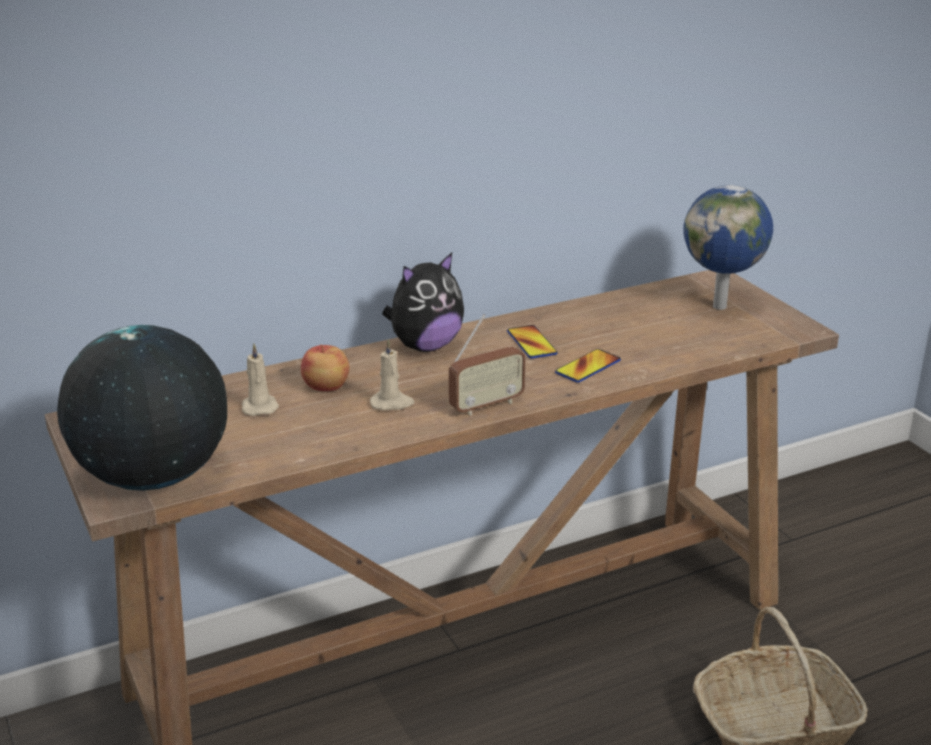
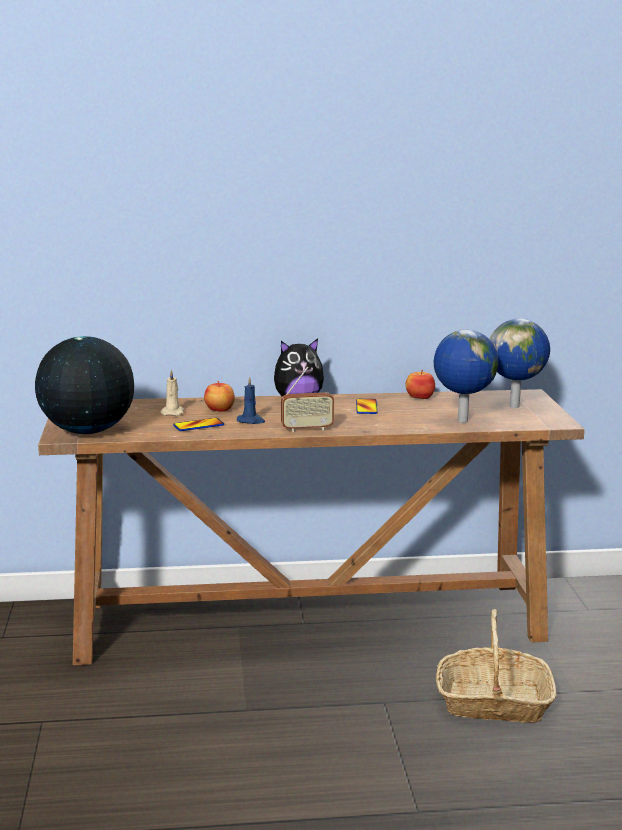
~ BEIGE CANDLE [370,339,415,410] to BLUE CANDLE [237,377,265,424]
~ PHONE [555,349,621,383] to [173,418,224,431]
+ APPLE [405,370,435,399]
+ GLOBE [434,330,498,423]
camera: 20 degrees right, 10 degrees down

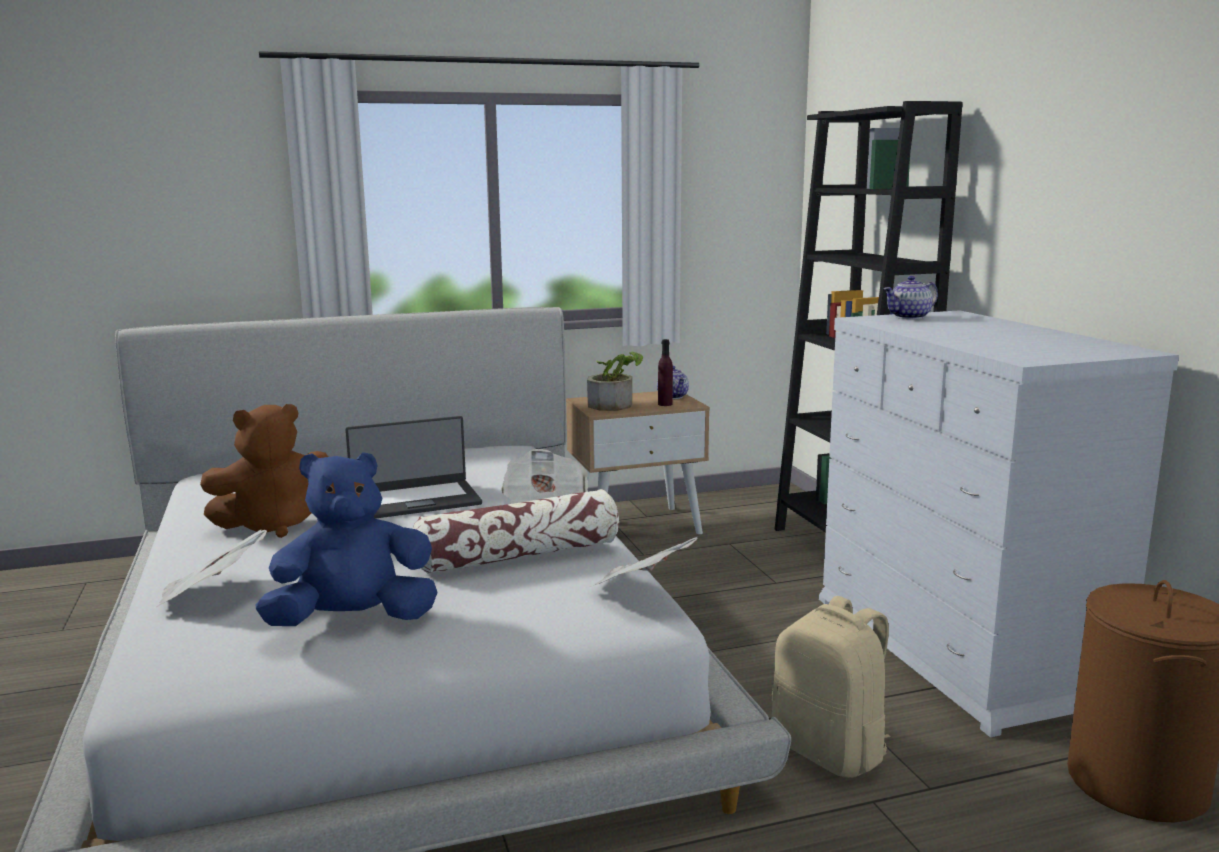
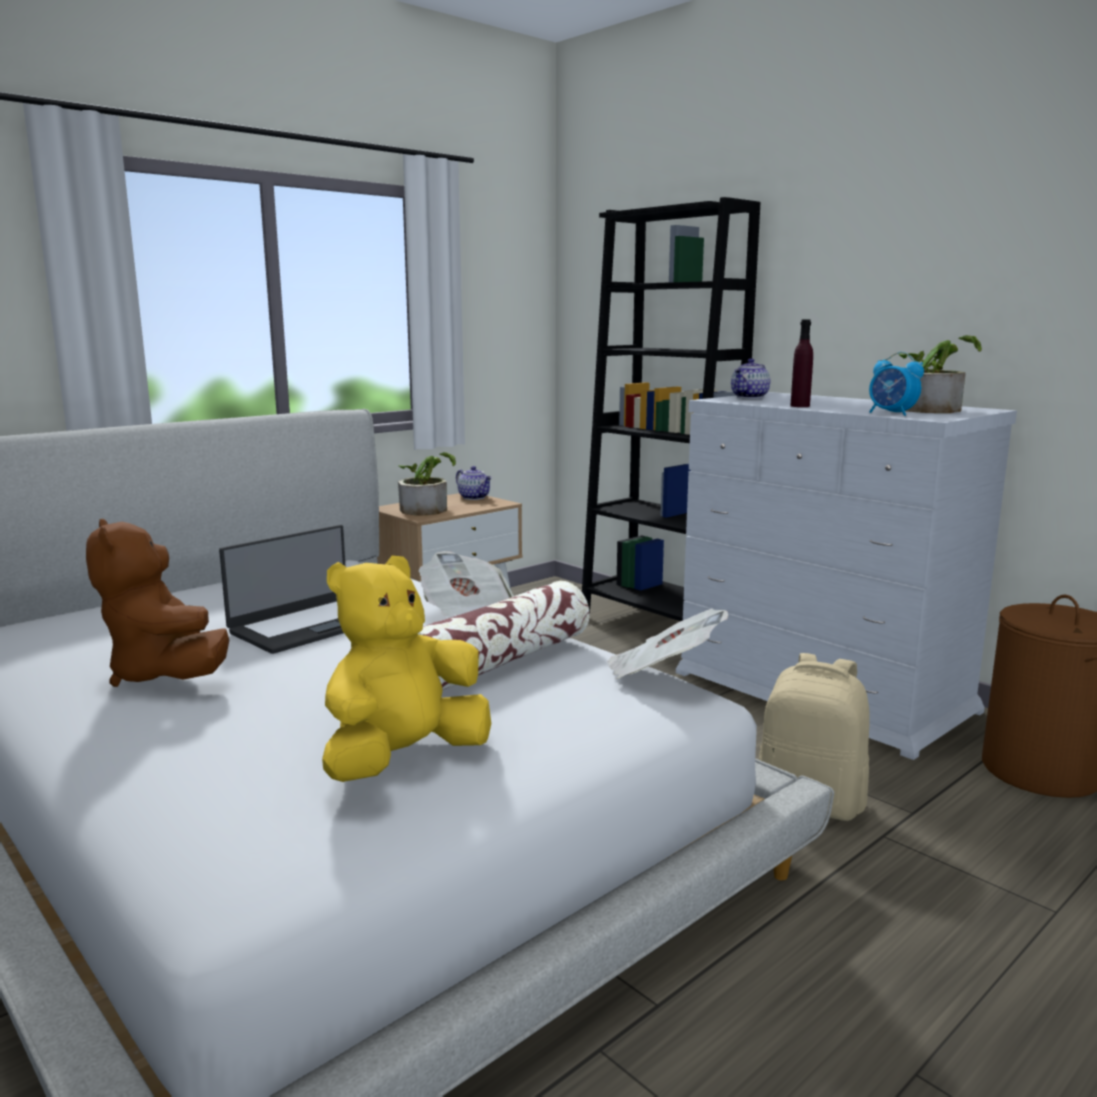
- NEWSPAPER [157,529,267,607]
~ BROWN PLUSH TOY [200,404,328,538] = [86,519,229,687] 105 degrees clockwise
~ BLUE PLUSH TOY [256,452,438,626] to YELLOW PLUSH TOY [322,556,491,782]
~ PURPLE BOTTLE [658,339,673,406] to [790,319,813,407]
+ ALARM CLOCK [869,352,924,416]
+ POTTED PLANT [899,335,982,413]
camera: 25 degrees left, 0 degrees up

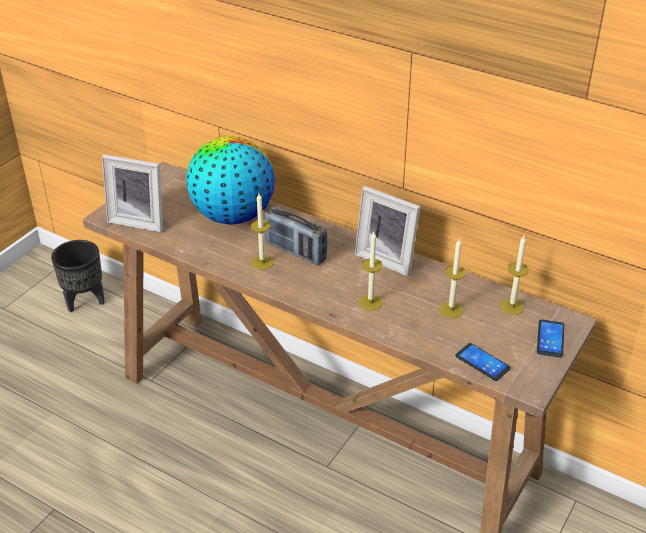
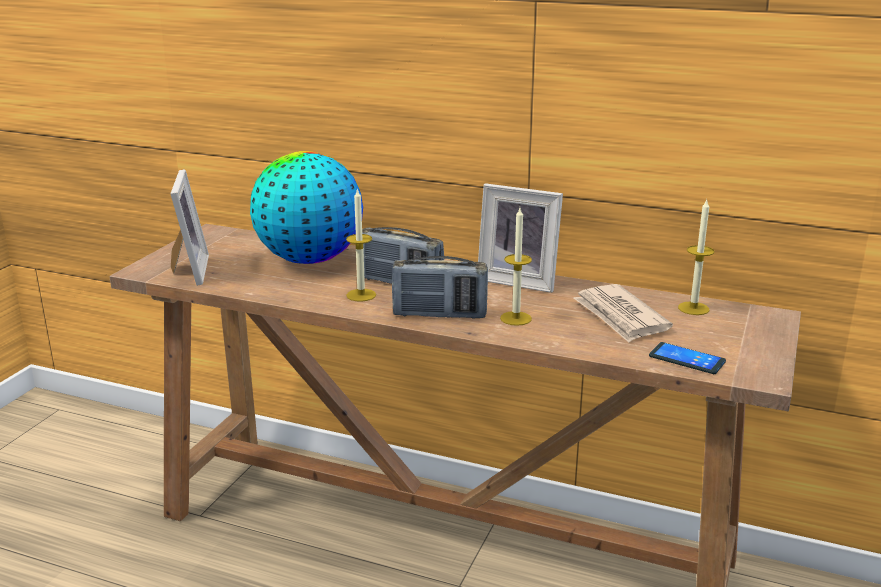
- BLACK PLANTER [51,240,105,312]
~ PICTURE FRAME [102,154,163,232] = [170,169,209,286] 105 degrees counterclockwise
~ CANDLE [439,239,466,318] to NEWSPAPER [574,284,673,342]
- PHONE [537,320,564,358]
+ RADIO [392,256,488,319]
camera: 10 degrees left, 15 degrees down

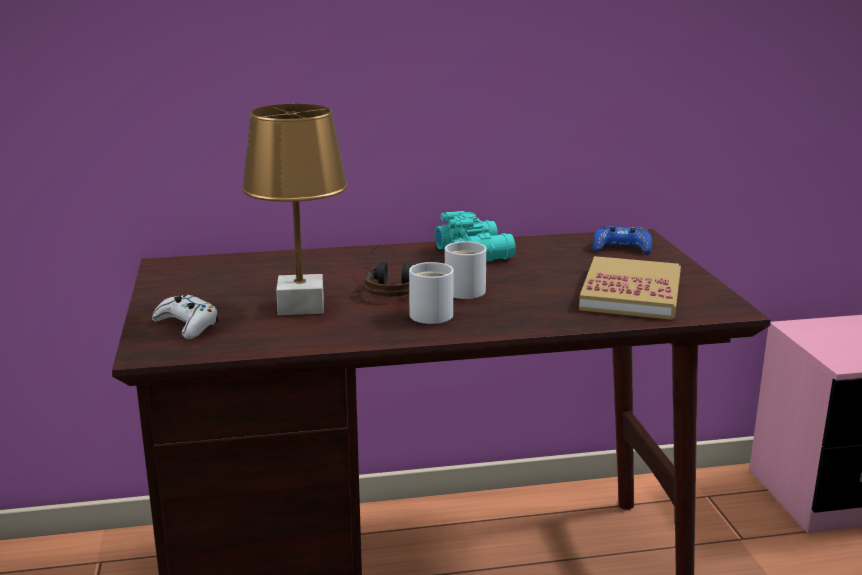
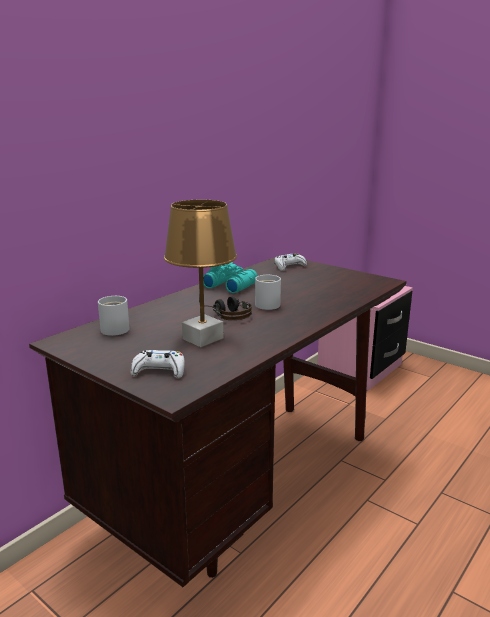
~ WHITE MUG [409,262,454,324] to [98,296,129,336]
- BOOK [579,256,681,320]
~ BLUE GAME CONTROLLER [593,226,652,254] to WHITE GAME CONTROLLER [275,253,307,271]
camera: 40 degrees left, 0 degrees up

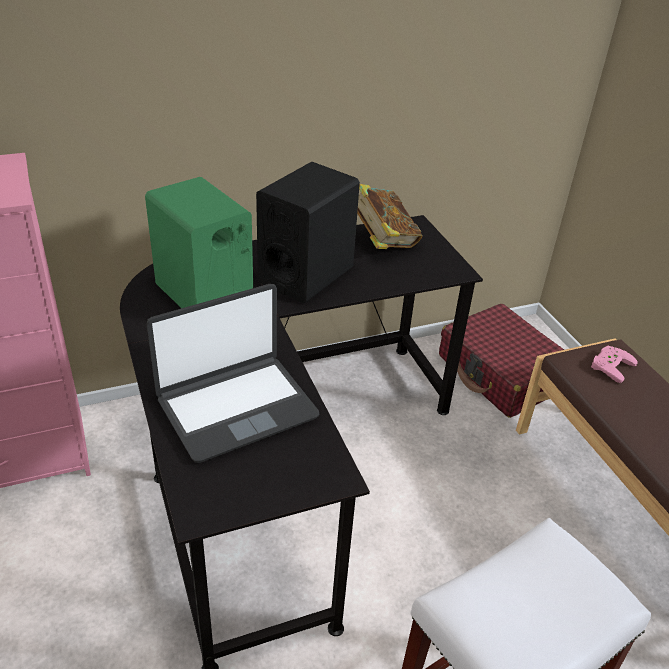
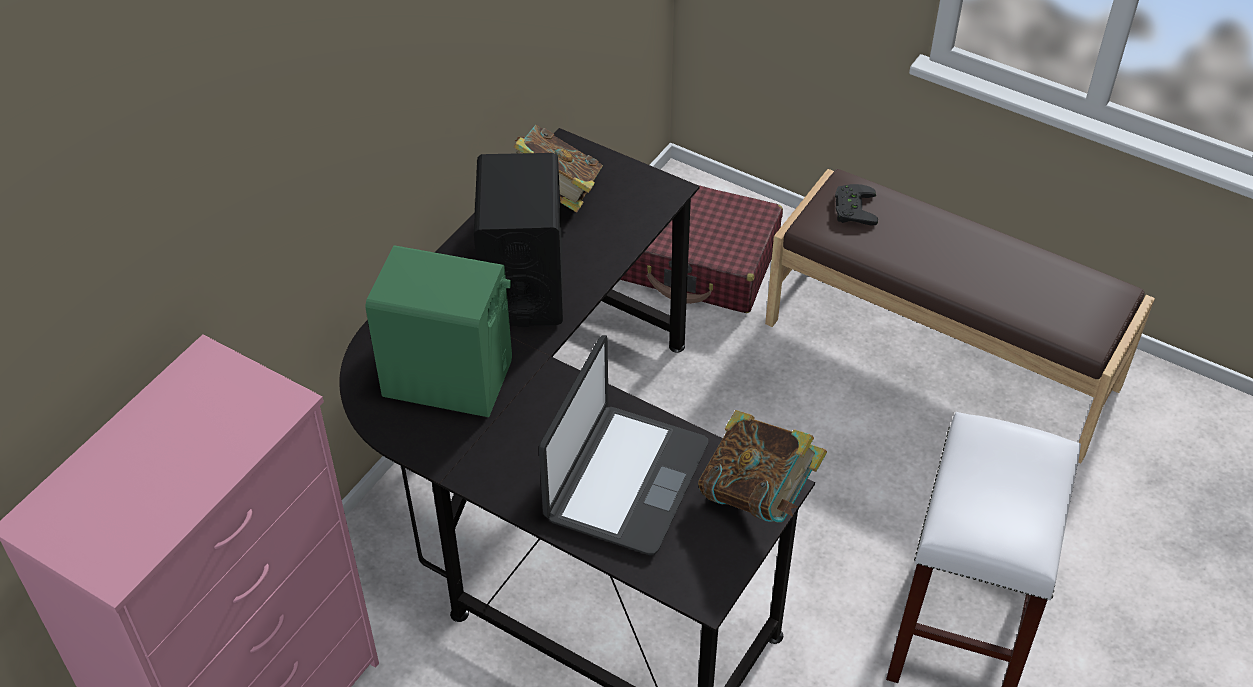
~ PINK GAME CONTROLLER [591,346,638,383] to BLACK GAME CONTROLLER [835,184,878,226]
+ BOOK [698,410,827,523]
camera: 35 degrees left, 10 degrees up

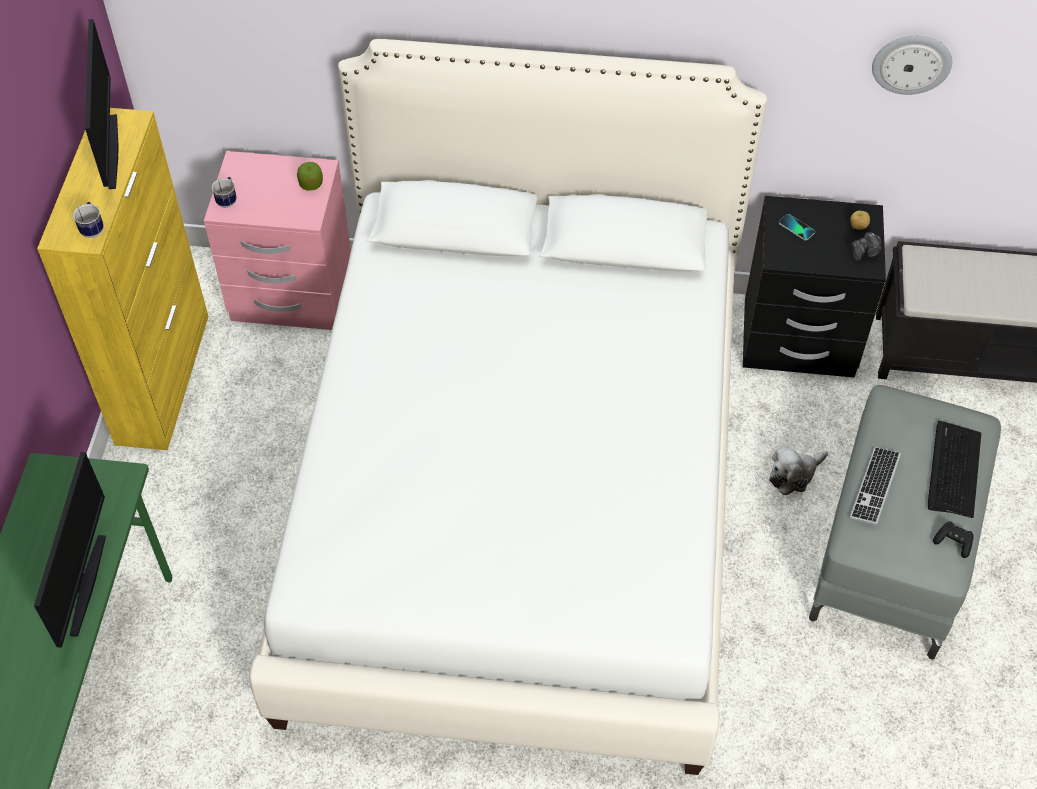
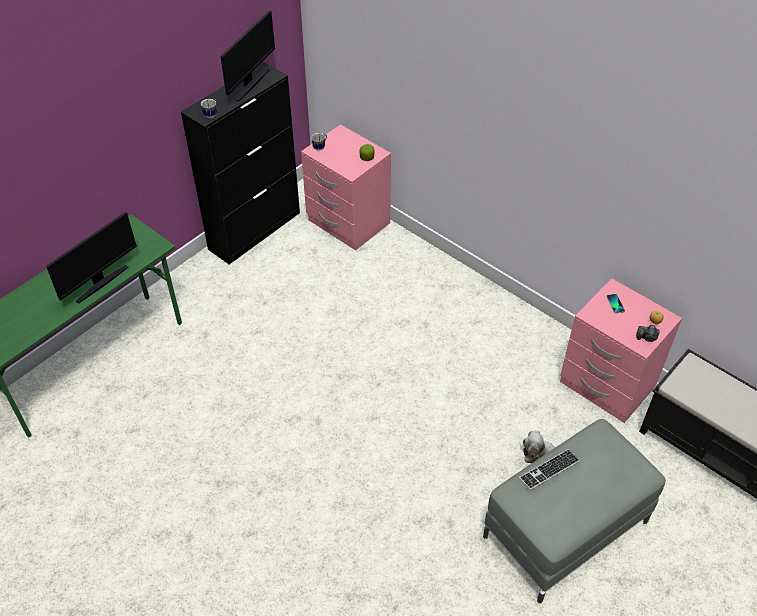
~ YELLOW CABINET [37,108,209,451] to BLACK CABINET [181,62,300,265]
- WHITE BED [249,39,767,775]
~ BLACK NIGHTSTAND [743,196,886,378] to PINK NIGHTSTAND [560,279,682,423]
- WALL CLOCK [872,36,952,95]
- KEYBOARD [928,421,981,518]
- BLACK GAME CONTROLLER [933,522,974,558]
camera: 35 degrees right, 5 degrees down

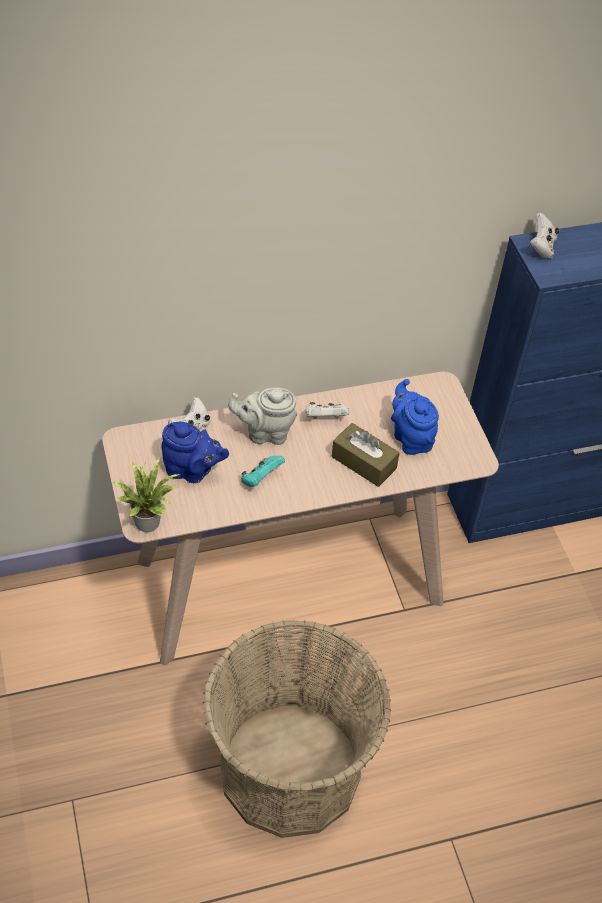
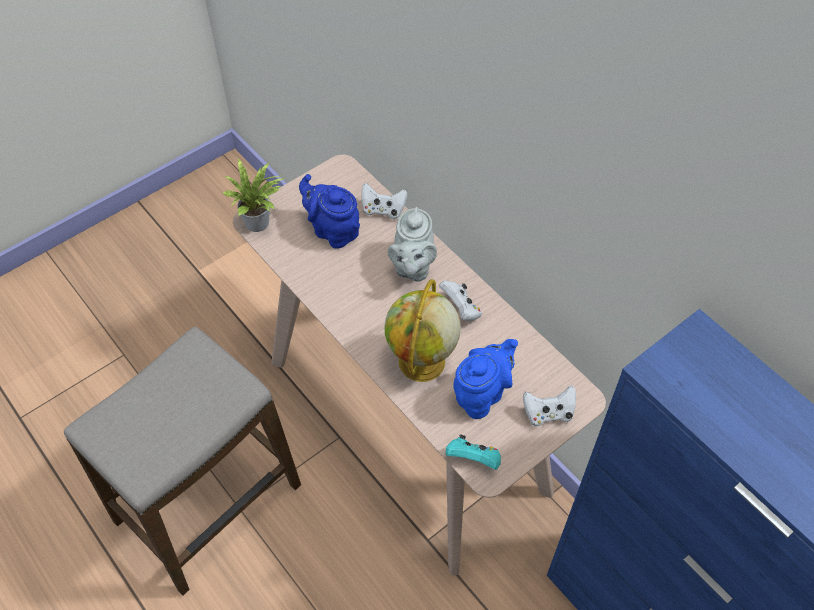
~ BLUE TEAPOT [162,422,229,483] = [299,174,360,249] 135 degrees clockwise
~ BASKET [203,620,392,838] to STOOL [64,327,301,596]
~ GREY TEAPOT [228,388,297,445] = [387,207,437,282] 150 degrees counterclockwise
~ TURQUOISE GAME CONTROLLER [241,456,285,487] to [446,435,501,470]
~ BROWN TISSUE BOX [332,423,400,487] to GLOBE [384,279,461,382]
~ WHITE GAME CONTROLLER [530,212,559,258] to [523,385,576,427]
camera: 70 degrees right, 5 degrees up

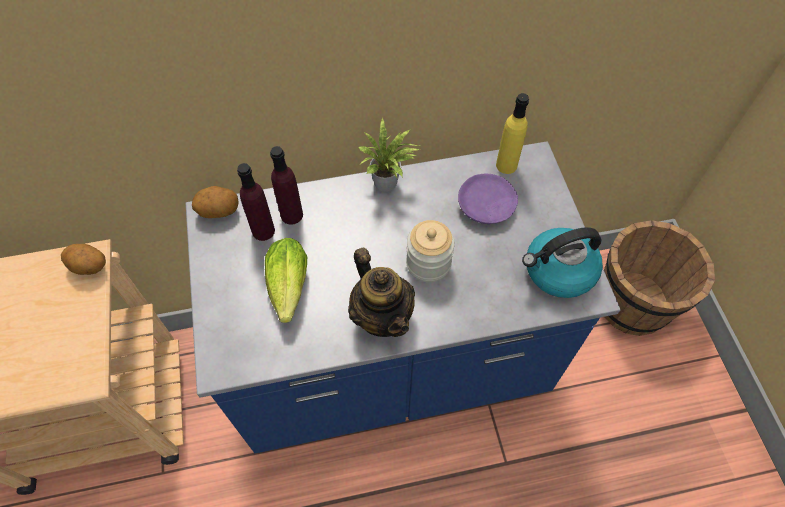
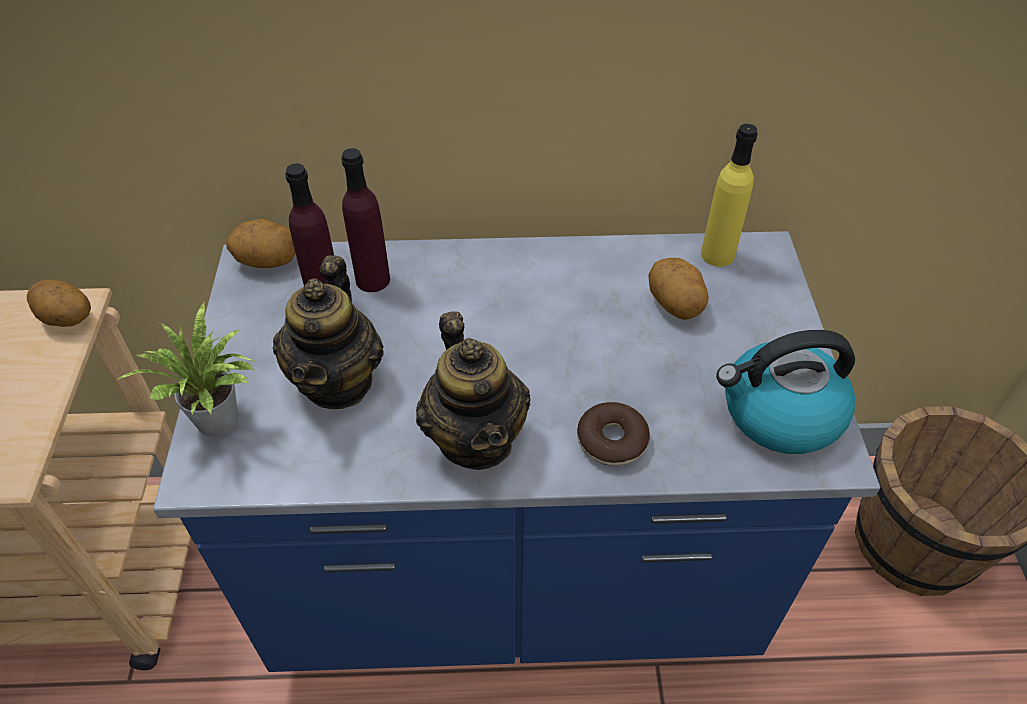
~ LETTUCE [265,238,307,323] to TEAPOT [273,255,384,409]
~ POTTED PLANT [359,117,420,192] to [115,303,257,436]
- JAR [406,220,455,282]
~ PURPLE PLATE [458,174,518,224] to POTATO [648,258,709,320]
+ DONUT [577,402,650,466]
camera: 10 degrees right, 10 degrees down

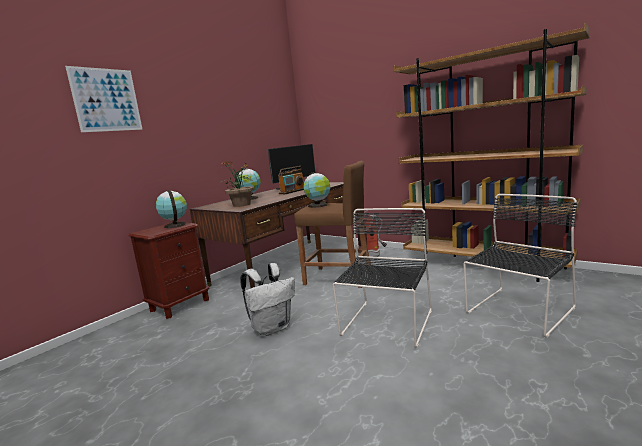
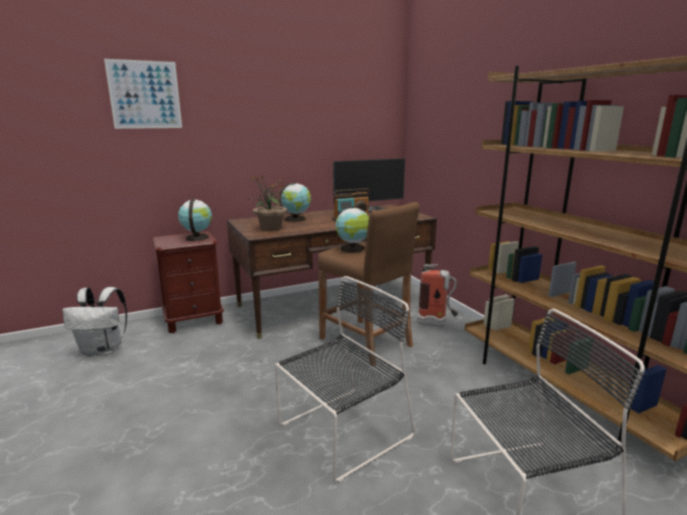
~ WHITE BACKPACK [240,263,295,336] to [62,287,127,356]
camera: 25 degrees right, 5 degrees up

